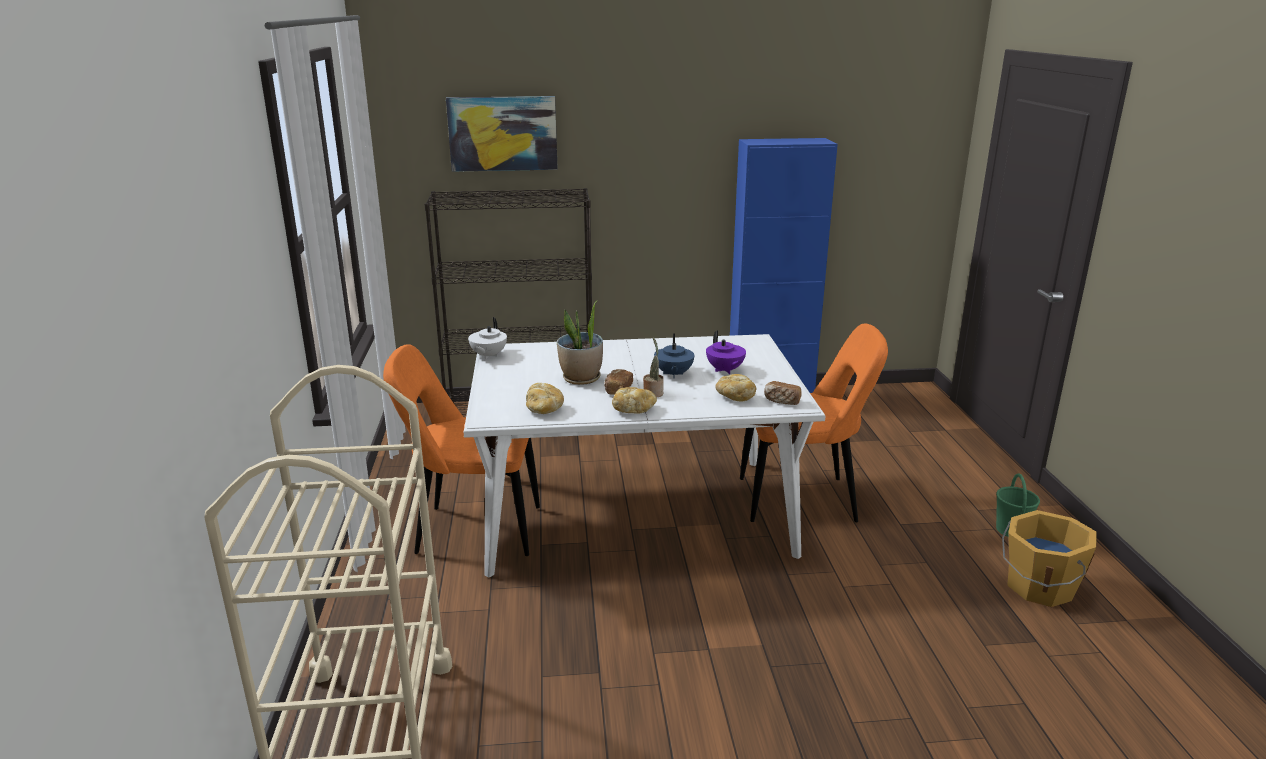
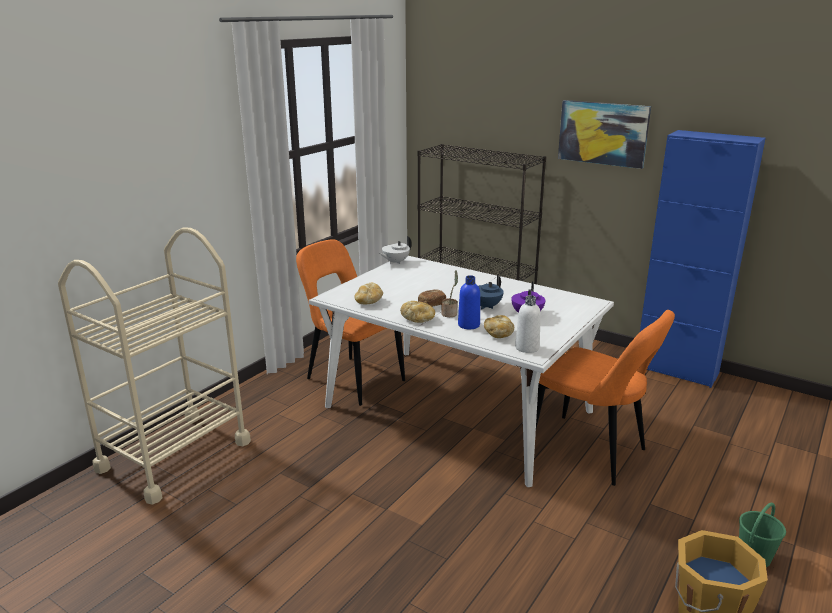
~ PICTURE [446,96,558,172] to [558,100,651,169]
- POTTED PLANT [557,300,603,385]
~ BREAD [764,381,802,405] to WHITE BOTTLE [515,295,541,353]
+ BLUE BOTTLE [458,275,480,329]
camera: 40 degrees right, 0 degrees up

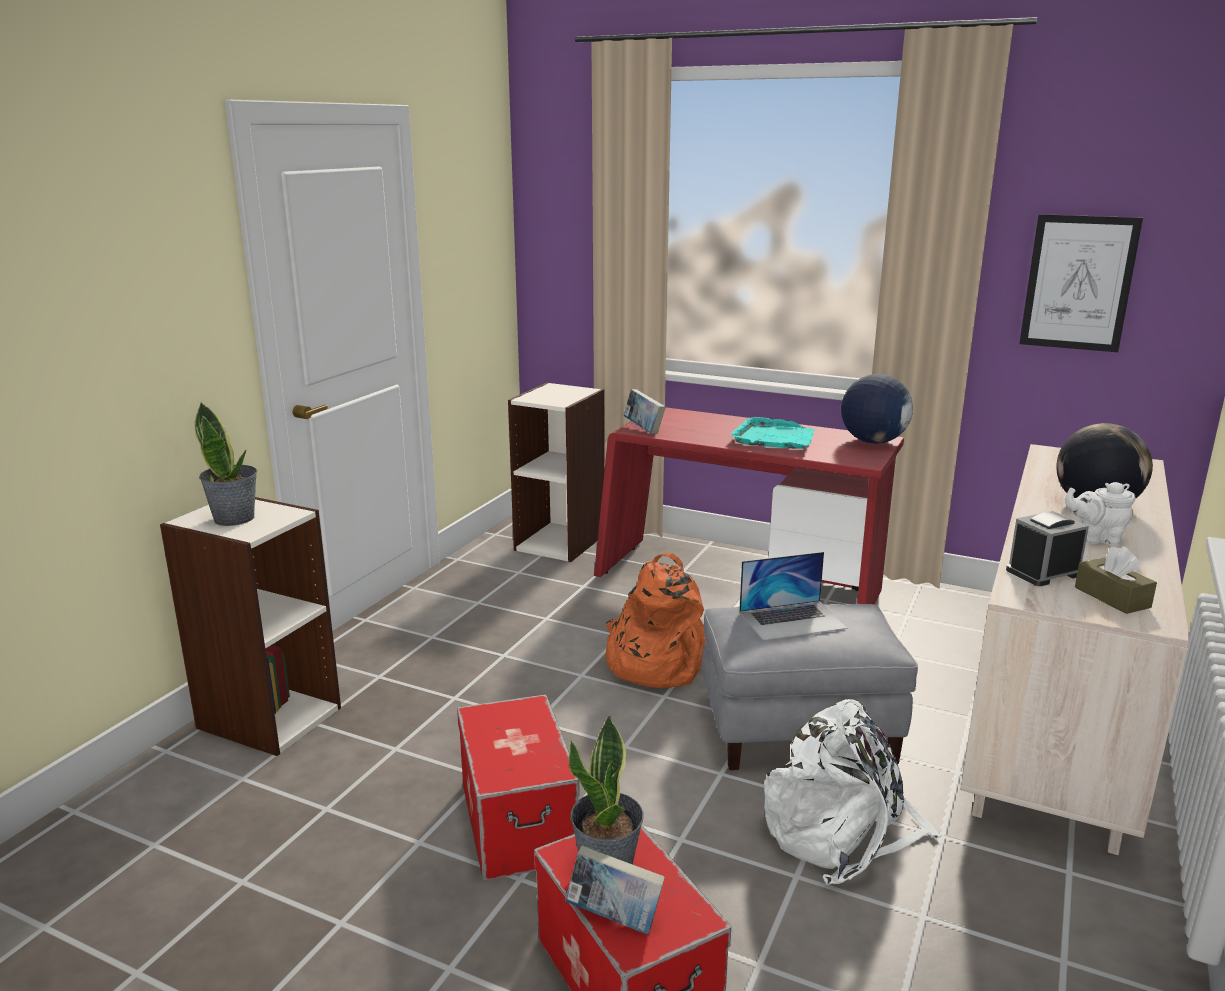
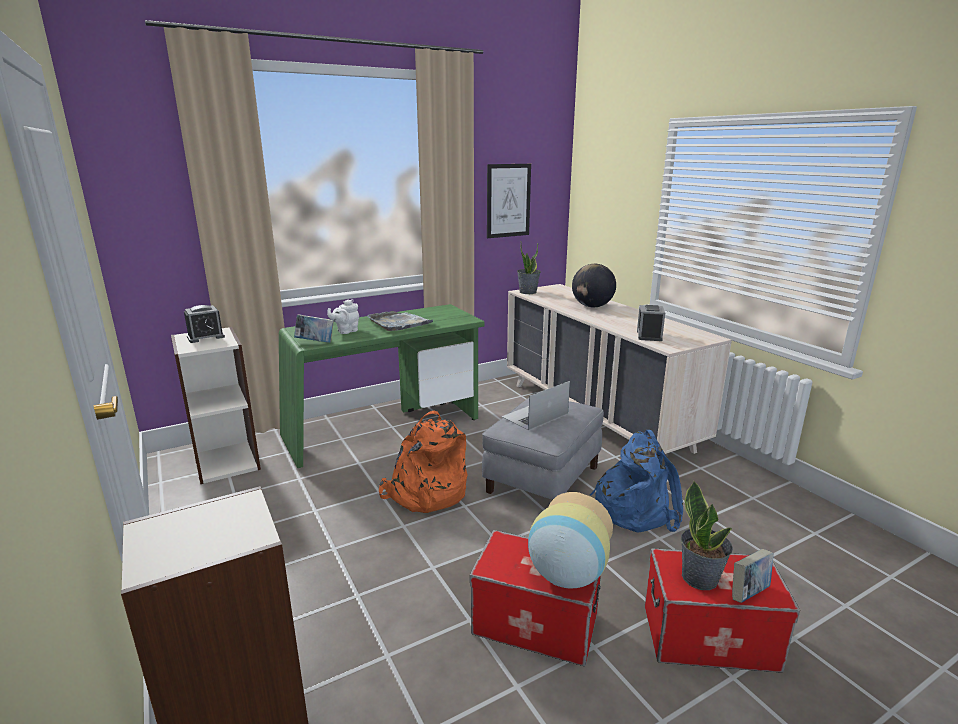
~ POTTED PLANT [195,402,257,526] to [517,242,541,294]
~ RED DESK [594,407,904,604] to GREEN DESK [279,304,485,468]
~ TURQUOISE TRAY [730,417,814,449] to GREY TRAY [367,311,433,331]
~ LAPTOP [739,552,848,641] = [502,381,570,430] 150 degrees counterclockwise
~ WHITE BACKPACK [764,699,942,885] to BLUE BACKPACK [590,430,683,532]
- GLOBE [841,374,913,444]
~ WHITE TEAPOT [1065,482,1135,545] to [327,299,359,334]
- BROWN TISSUE BOX [1075,546,1157,614]
+ ALARM CLOCK [184,305,225,343]
+ VASE [528,492,613,588]
camera: 55 degrees left, 0 degrees up

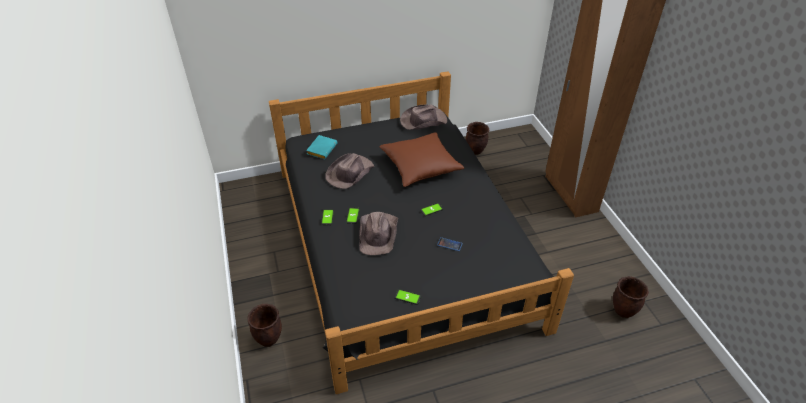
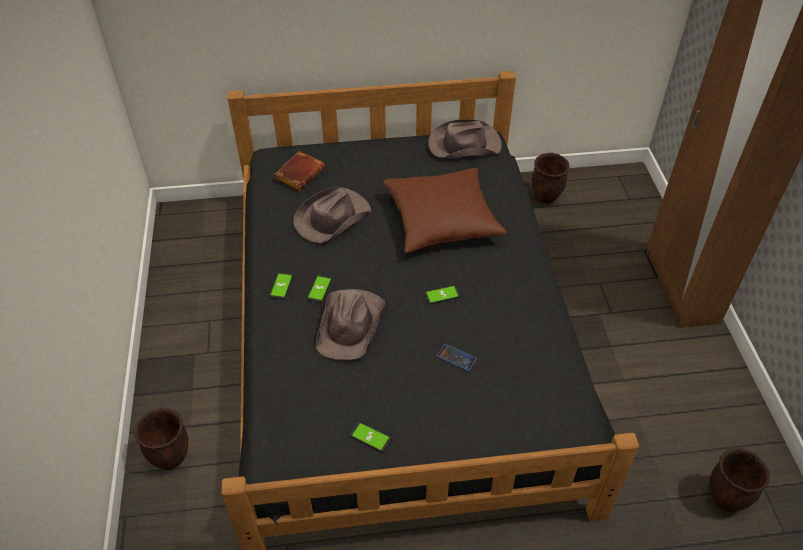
~ TURQUOISE BOOK [306,135,338,160] to BROWN BOOK [274,151,325,191]
camera: 10 degrees right, 5 degrees up

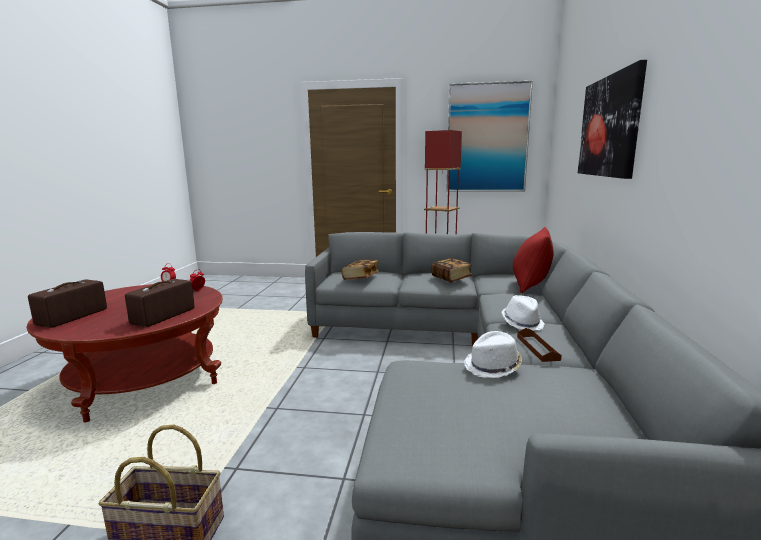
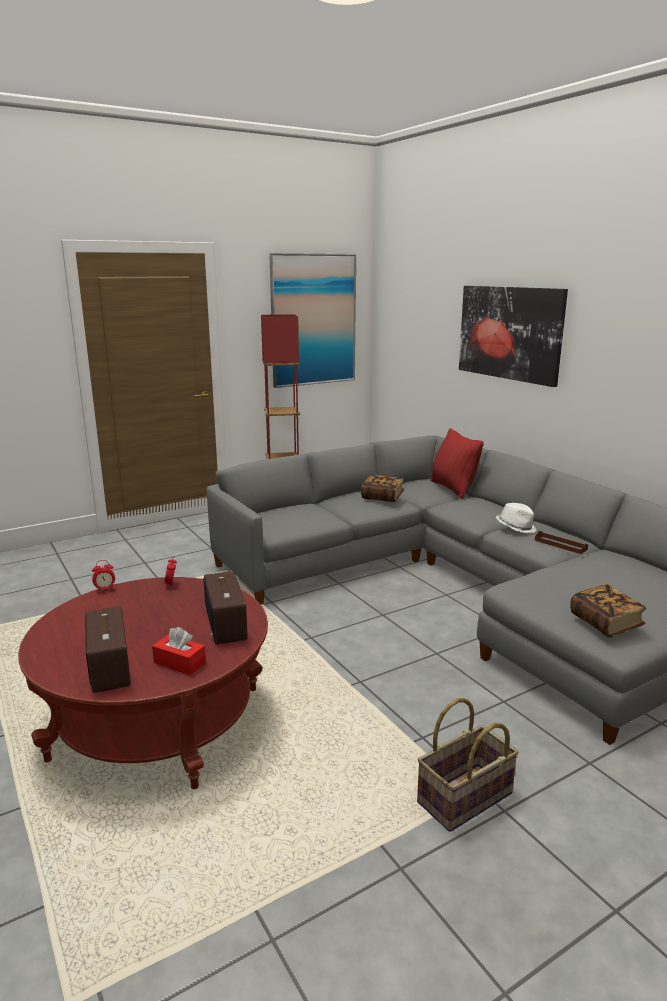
~ BOOK [342,260,379,280] to [570,584,646,638]
- WHITE HAT [464,331,522,378]
+ RED TISSUE BOX [152,627,206,675]
camera: 40 degrees left, 5 degrees up

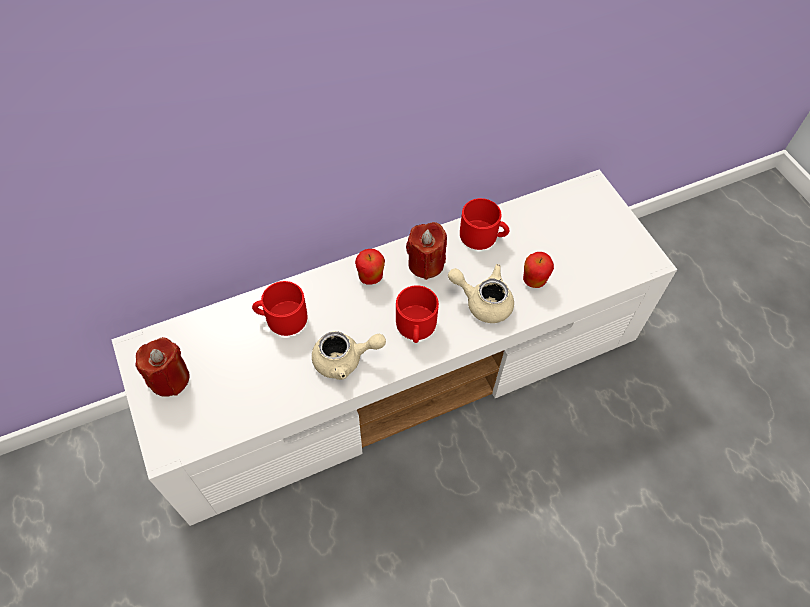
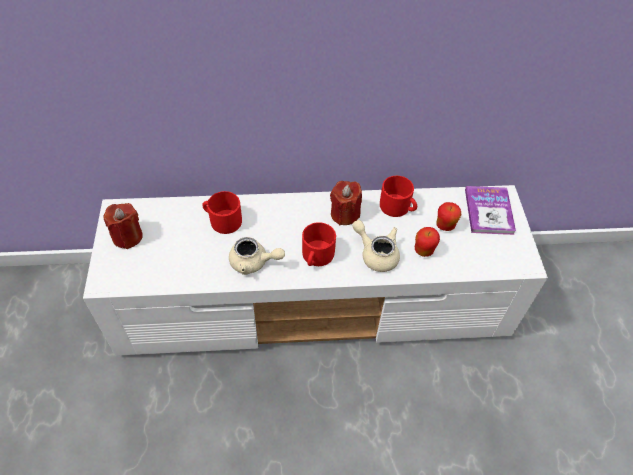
~ APPLE [355,249,385,284] to [436,202,462,231]
+ BOOK [465,186,516,235]
camera: 20 degrees right, 5 degrees down

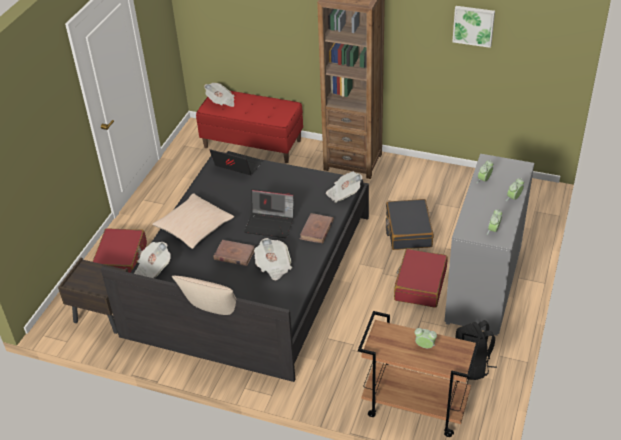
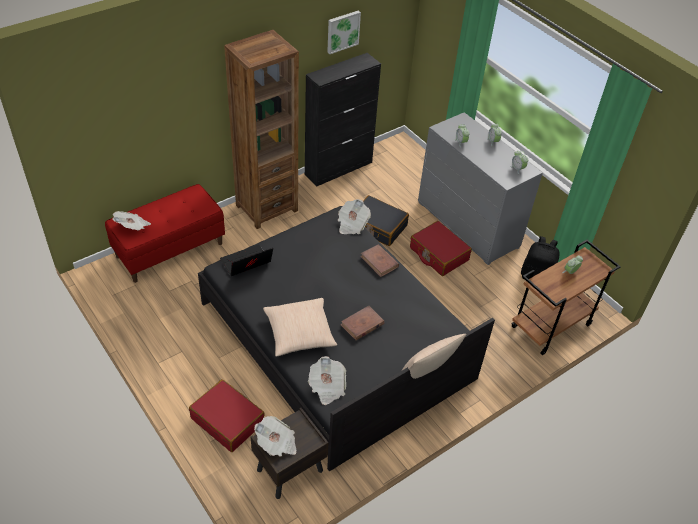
- LAPTOP [244,189,294,238]
~ NEWSPAPER [254,238,292,281] to [254,416,297,457]
+ BLACK CABINET [305,53,381,186]
camera: 60 degrees left, 5 degrees up

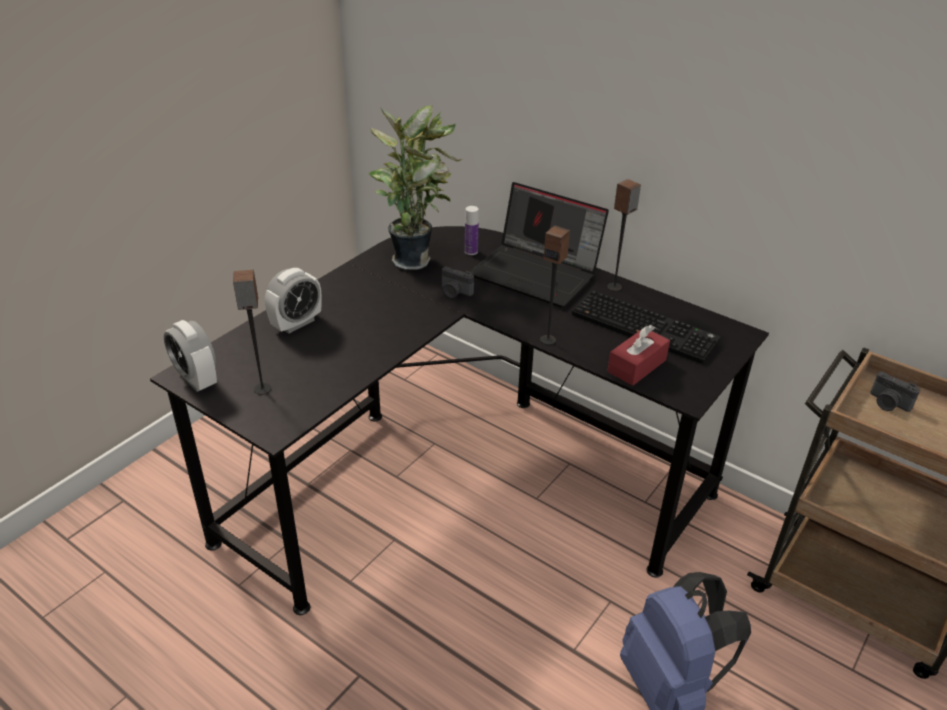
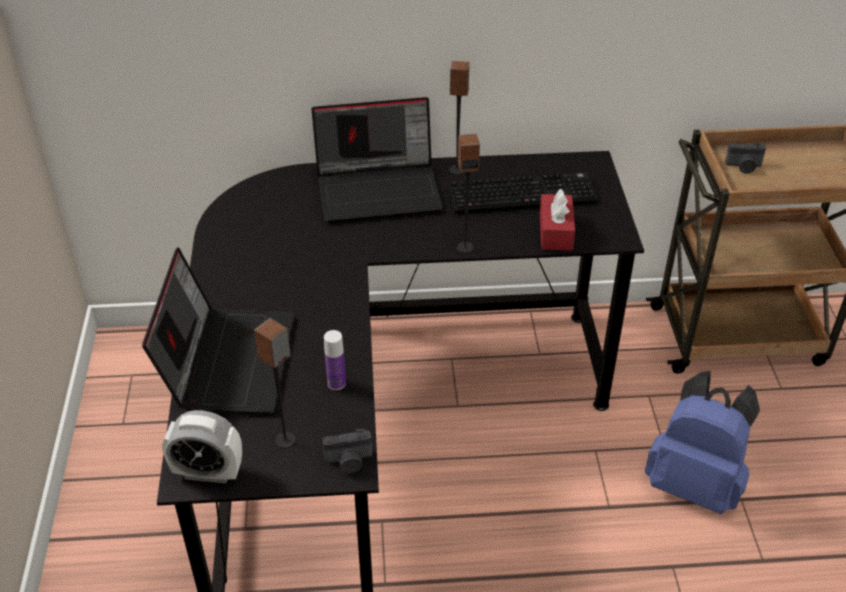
~ ALARM CLOCK [265,268,322,334] to LAPTOP [142,247,294,413]
- POTTED PLANT [368,106,462,270]
~ PHOTO CAMERA [442,267,474,298] to [323,429,372,473]
~ BOTTLE [465,206,479,255] to [324,330,346,390]
camera: 40 degrees left, 5 degrees up

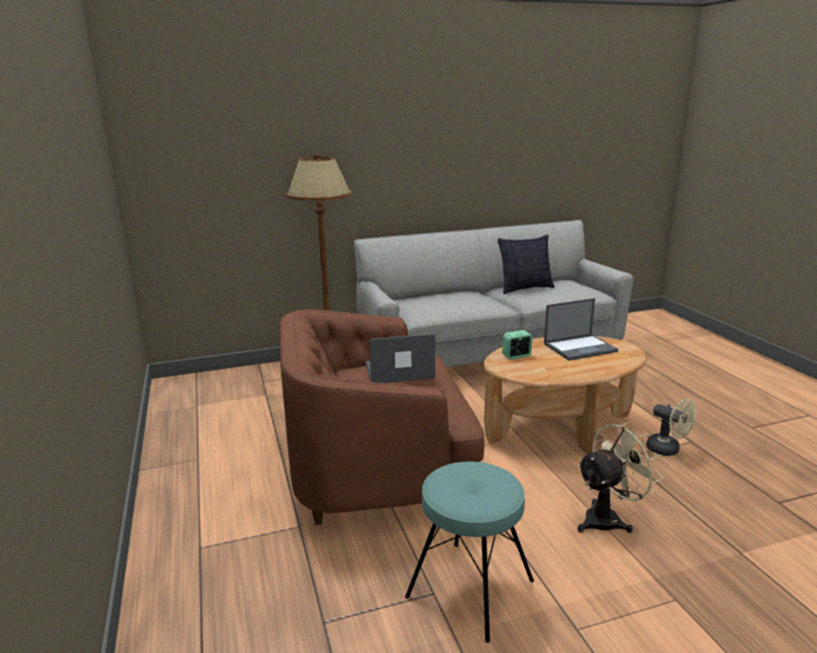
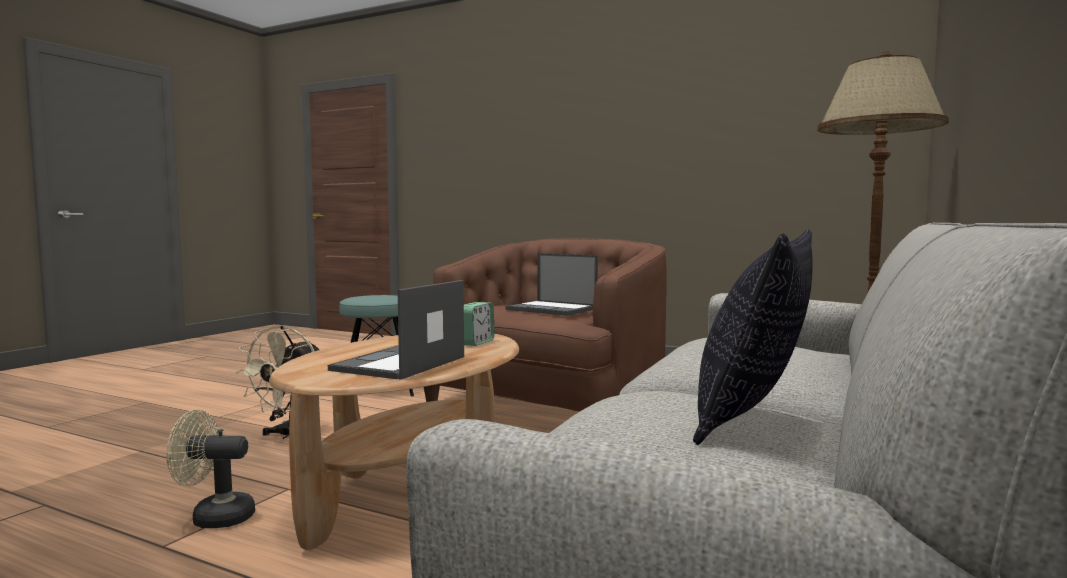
~ LAPTOP [365,334,435,383] = [505,253,598,316] 90 degrees clockwise
camera: 135 degrees right, 15 degrees down

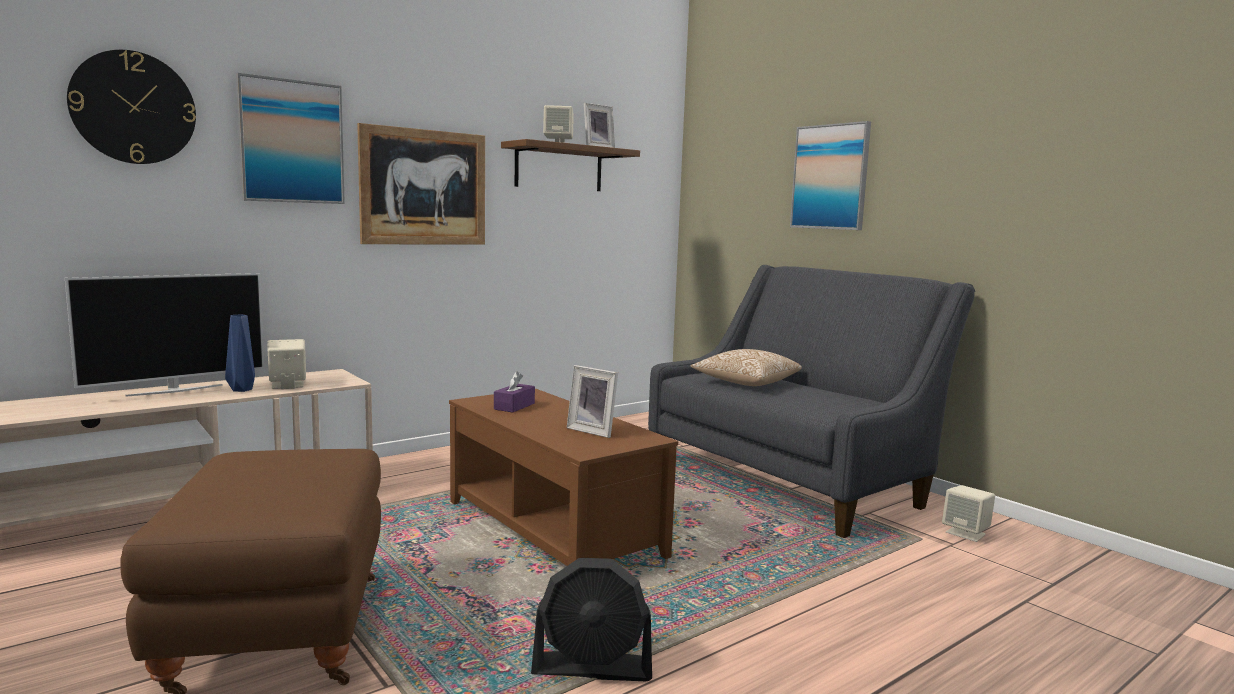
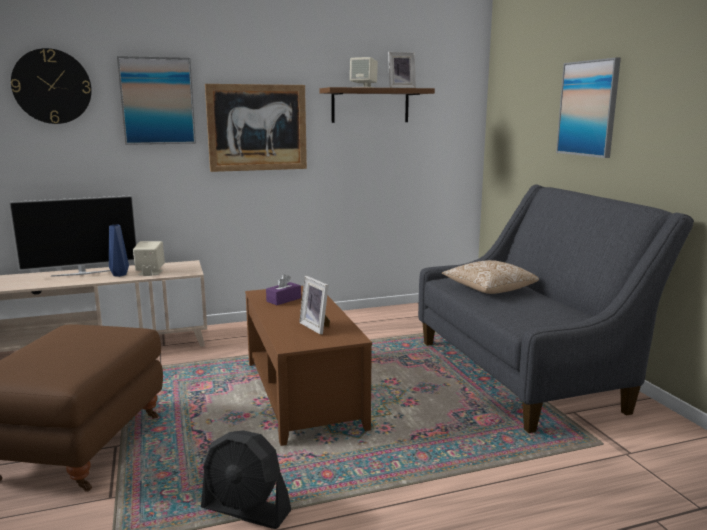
- BEIGE SPEAKER [942,485,995,542]
camera: 20 degrees right, 5 degrees up

